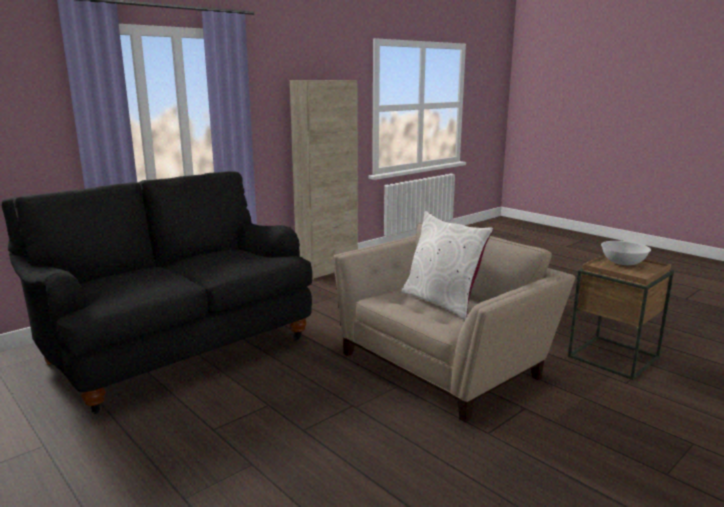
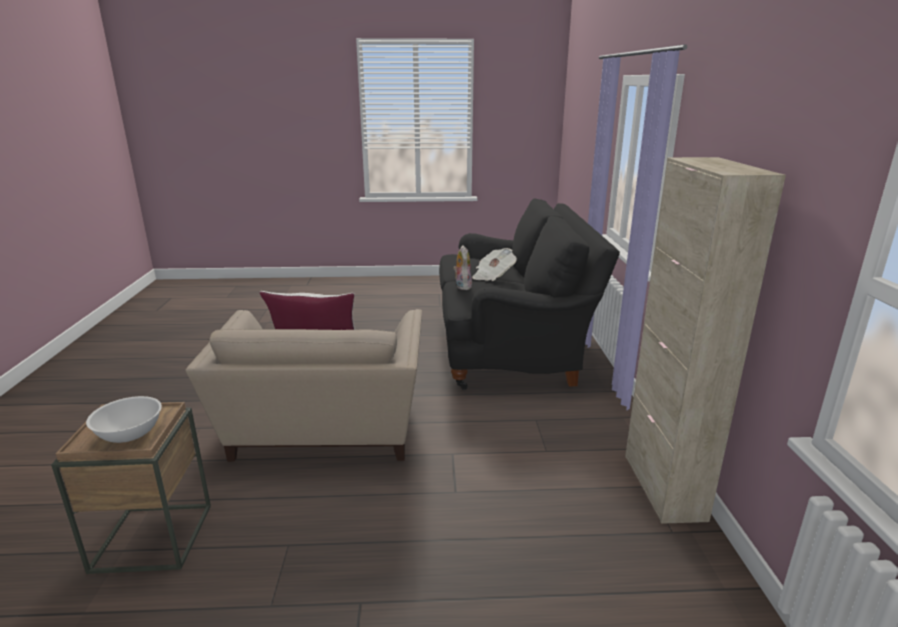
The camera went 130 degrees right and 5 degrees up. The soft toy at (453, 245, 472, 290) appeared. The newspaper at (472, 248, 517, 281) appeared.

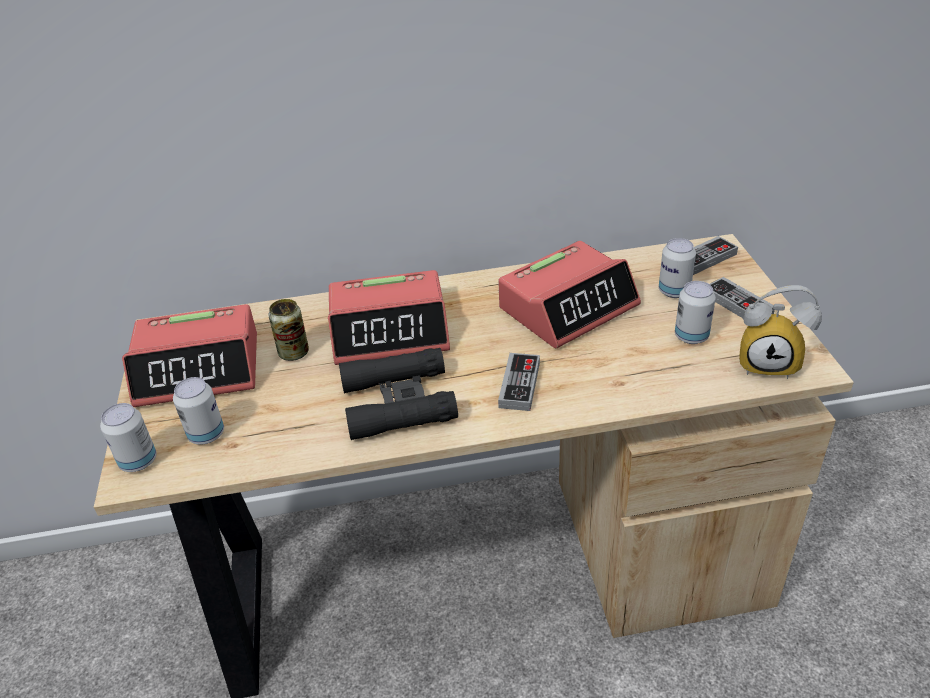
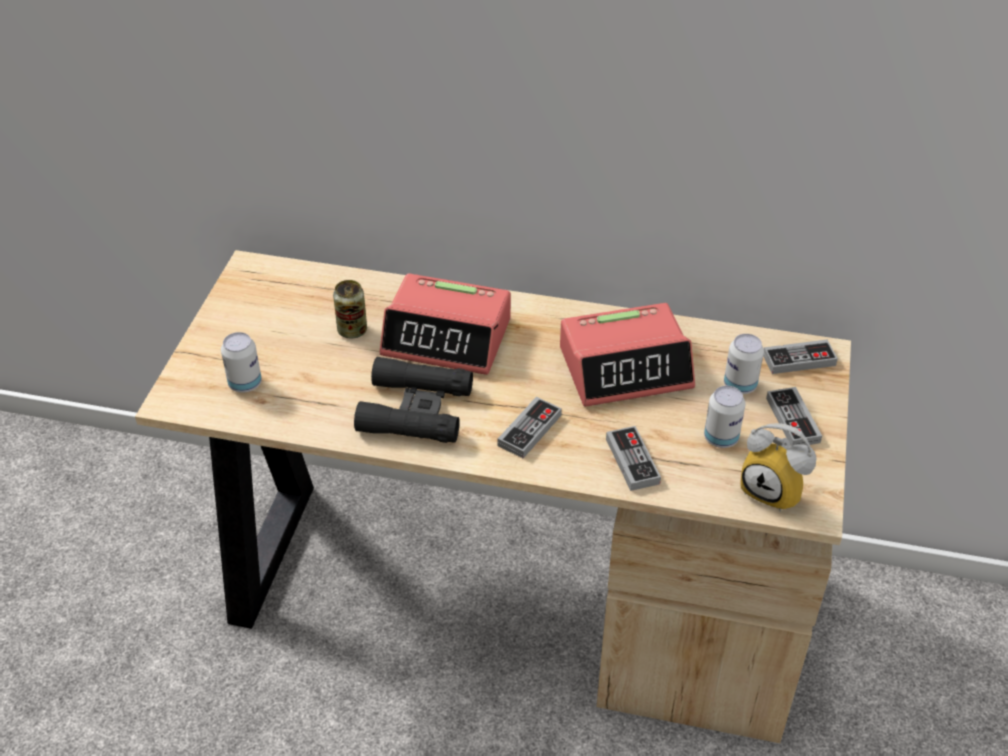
The camera went 20 degrees right and 5 degrees up. The metal can at (100, 403, 156, 472) disappeared. The alarm clock at (122, 304, 257, 407) disappeared. The joypad at (606, 426, 661, 491) appeared.

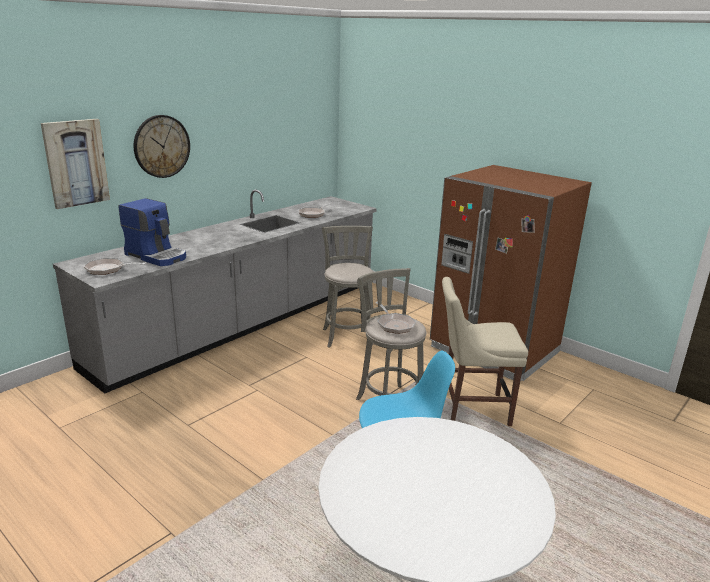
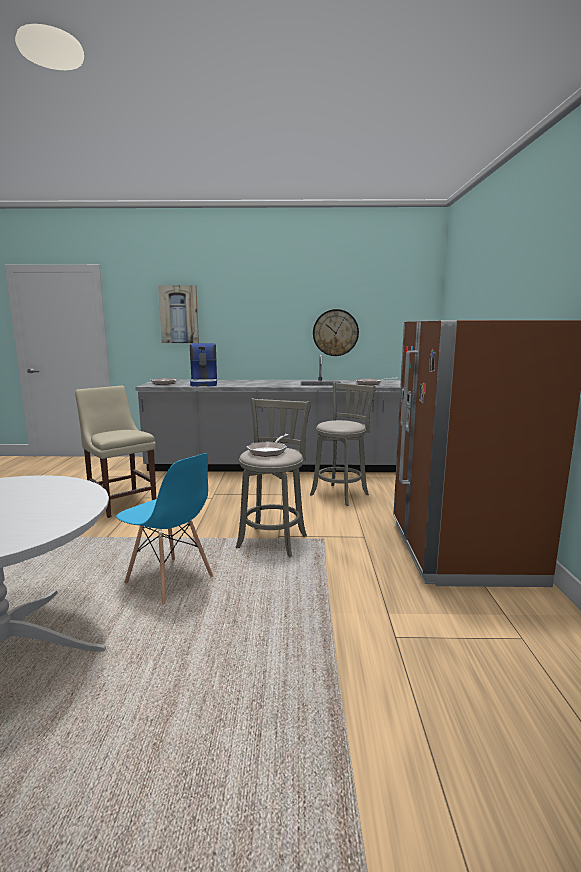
The camera went 50 degrees right and 10 degrees down. The clock on the wall moved from (134, 115, 190, 178) to (313, 309, 359, 356). The beige-coloured chair moved from (442, 277, 528, 426) to (75, 386, 156, 518).

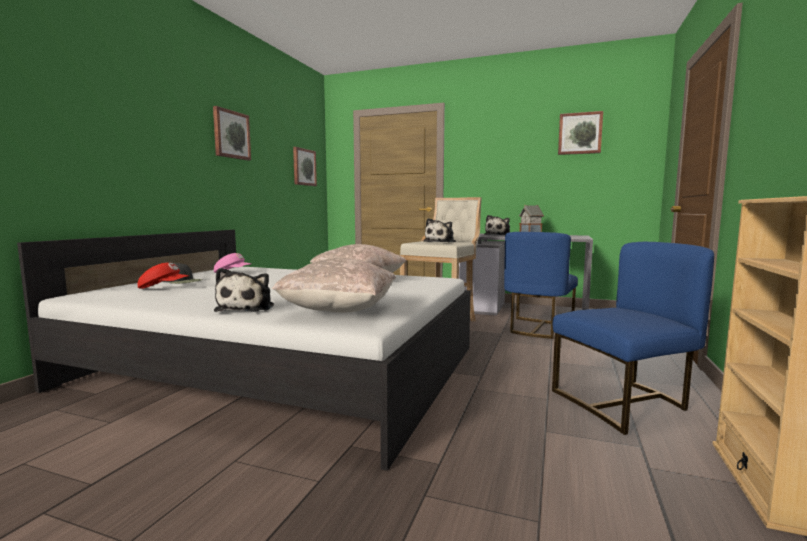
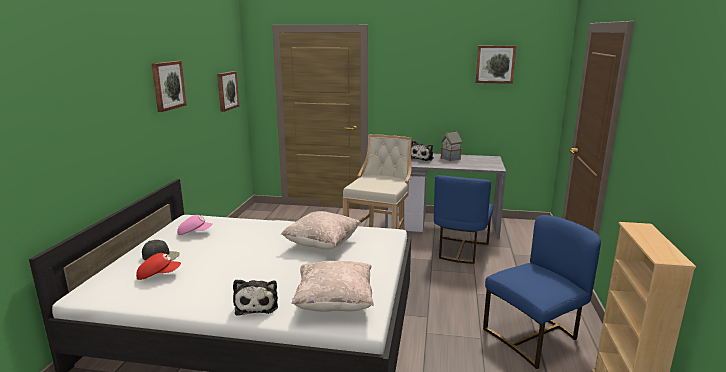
The camera went 10 degrees left and 10 degrees up. The soft toy at (424, 218, 456, 243) disappeared.

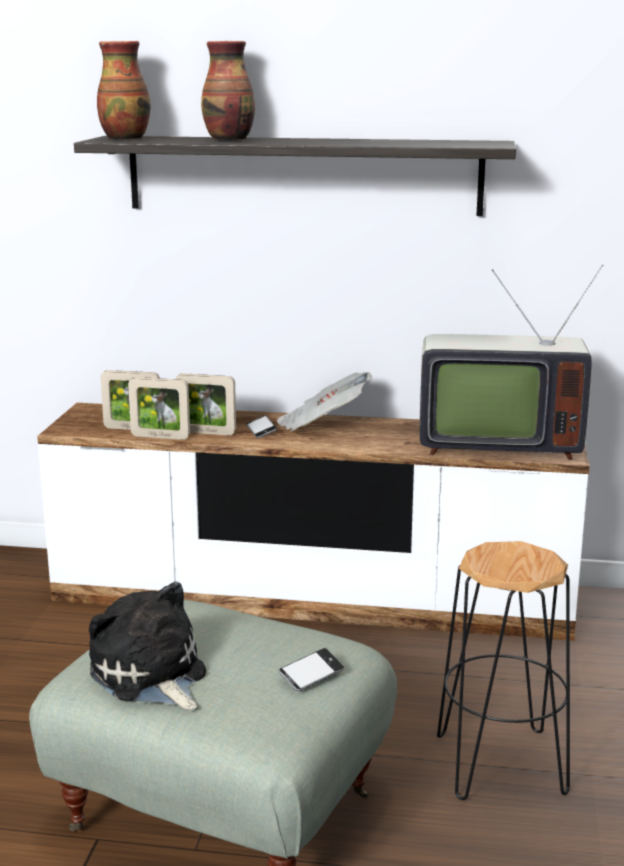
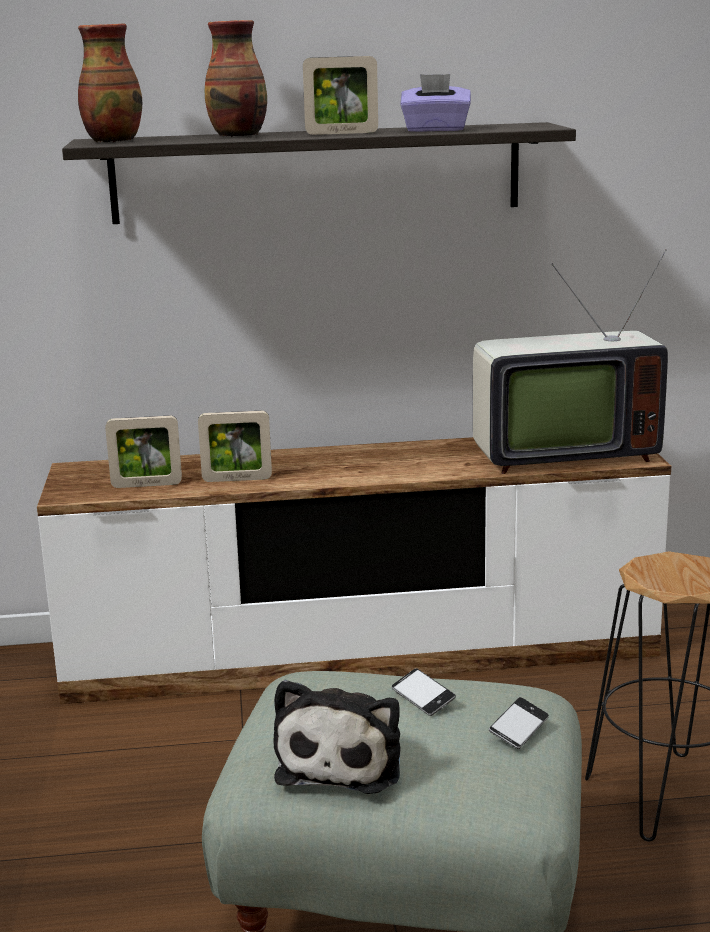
The camera went 15 degrees left and 0 degrees up. The soft toy at (89, 582, 206, 710) turned 120 degrees counterclockwise. The photo frame moved from (128, 377, 190, 440) to (303, 56, 378, 135). The phone moved from (246, 415, 277, 438) to (392, 668, 456, 716). The newspaper at (277, 372, 372, 431) disappeared. The purplish tissue holder at (400, 74, 471, 132) appeared.

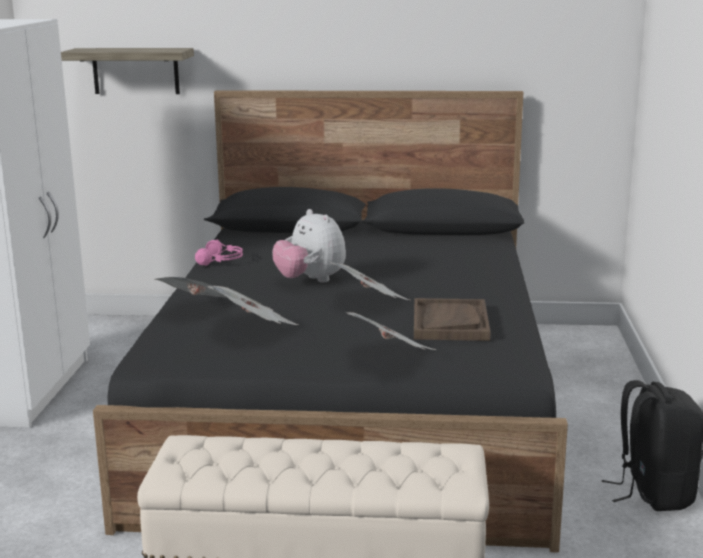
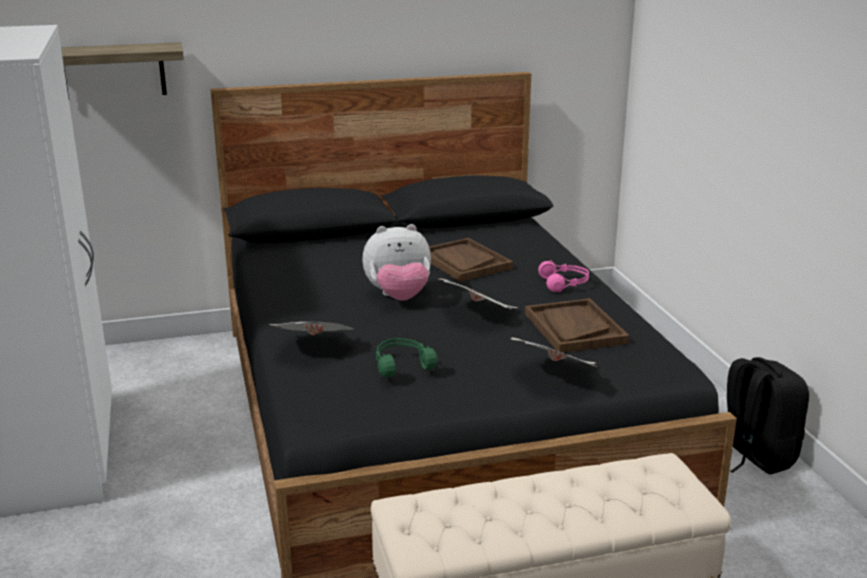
The camera went 20 degrees left and 5 degrees up. The pink headphones moved from (195, 239, 243, 266) to (538, 260, 589, 292). The newspaper at (207, 286, 299, 325) was replaced by the greenish headphones at (376, 338, 438, 377). The soft toy at (272, 209, 346, 282) turned 45 degrees counterclockwise. The brown tray at (429, 238, 513, 282) appeared.

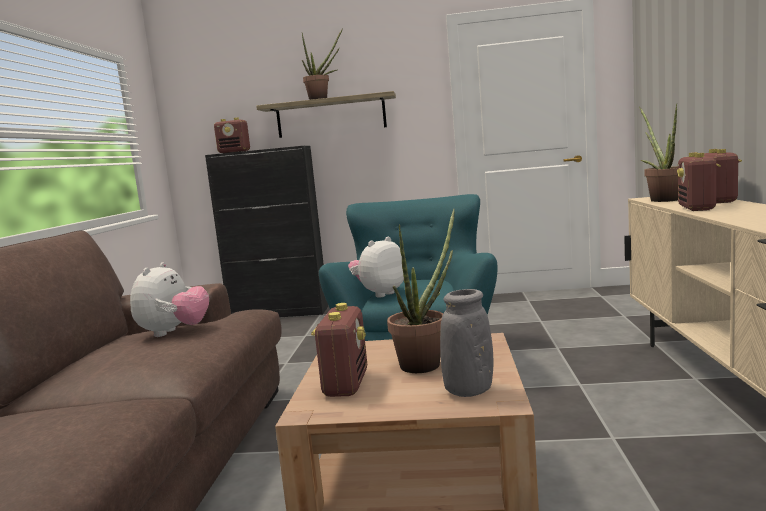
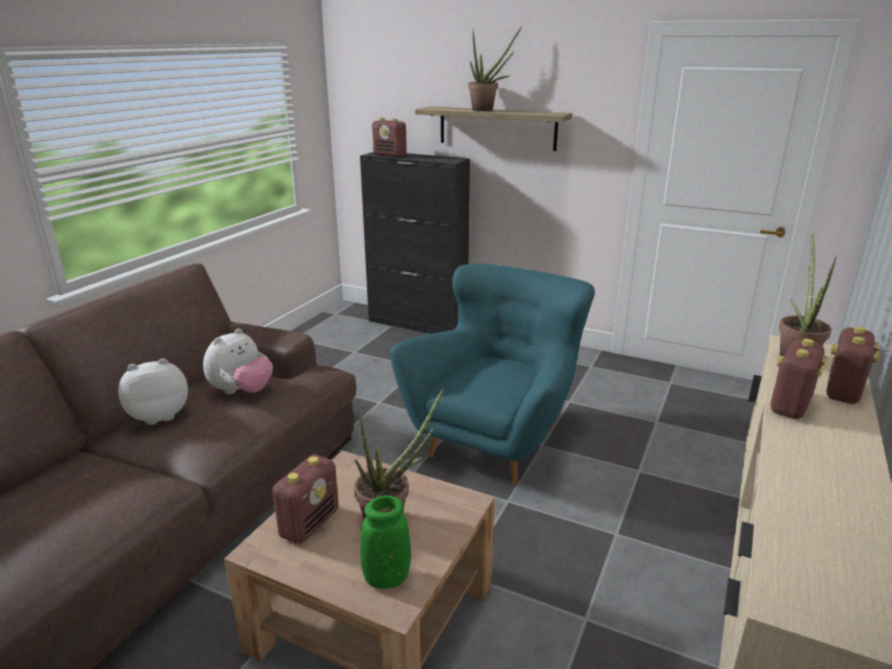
The camera went 20 degrees right and 15 degrees up. The soft toy moved from (348, 237, 404, 298) to (118, 358, 188, 425). The grey flower vase at (440, 289, 494, 397) became the greenish flower vase at (360, 495, 411, 589).

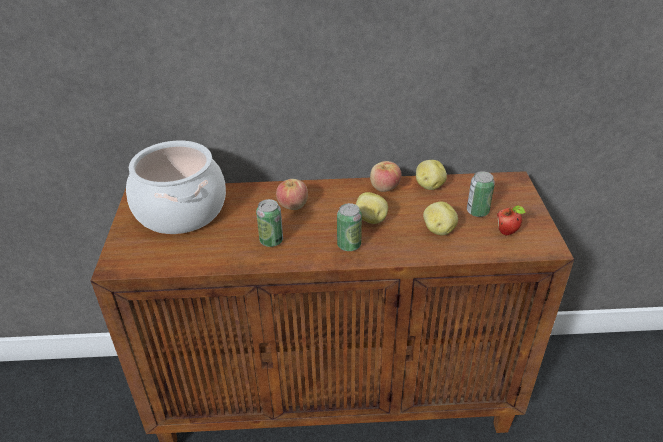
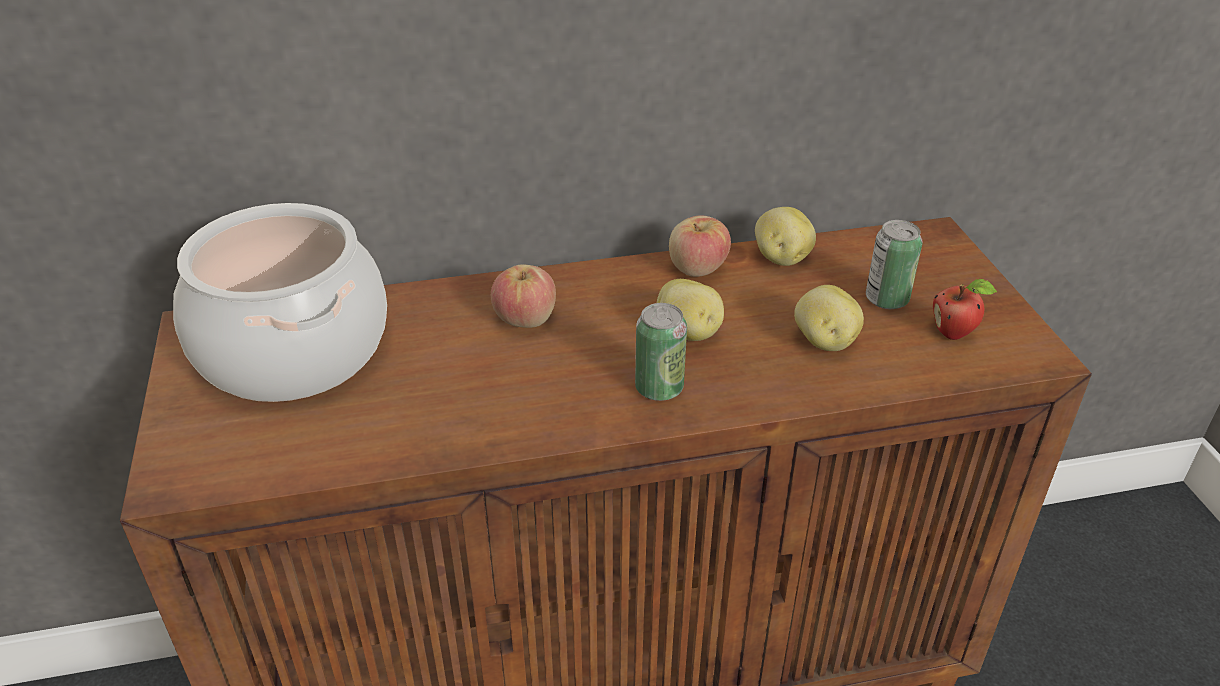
The camera went 10 degrees left and 0 degrees up. The metal can at (256, 199, 283, 247) disappeared.

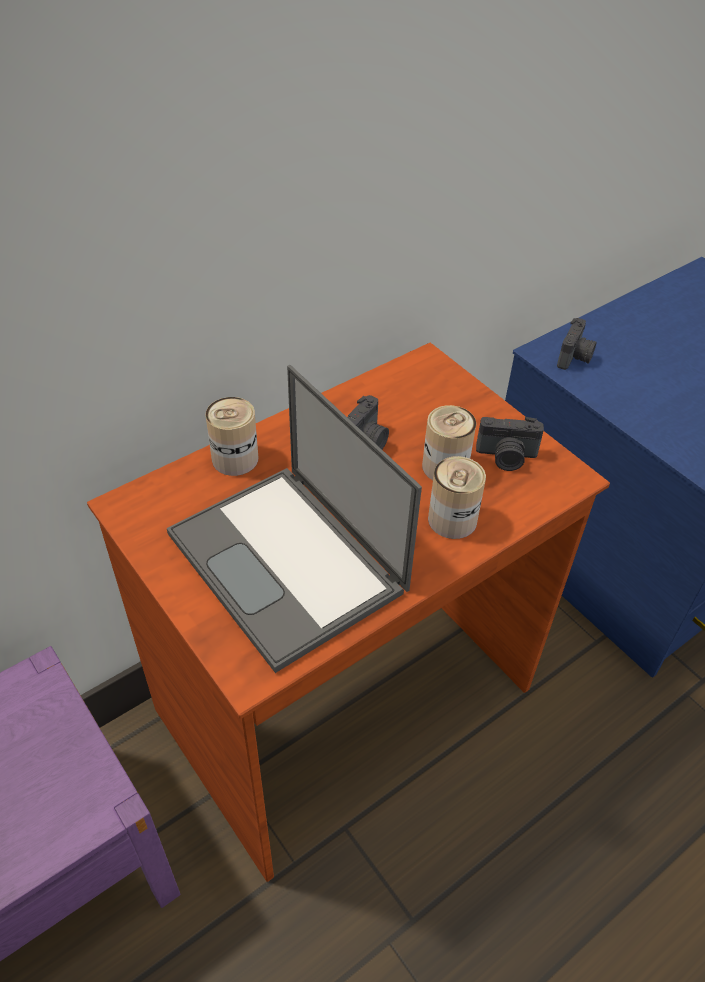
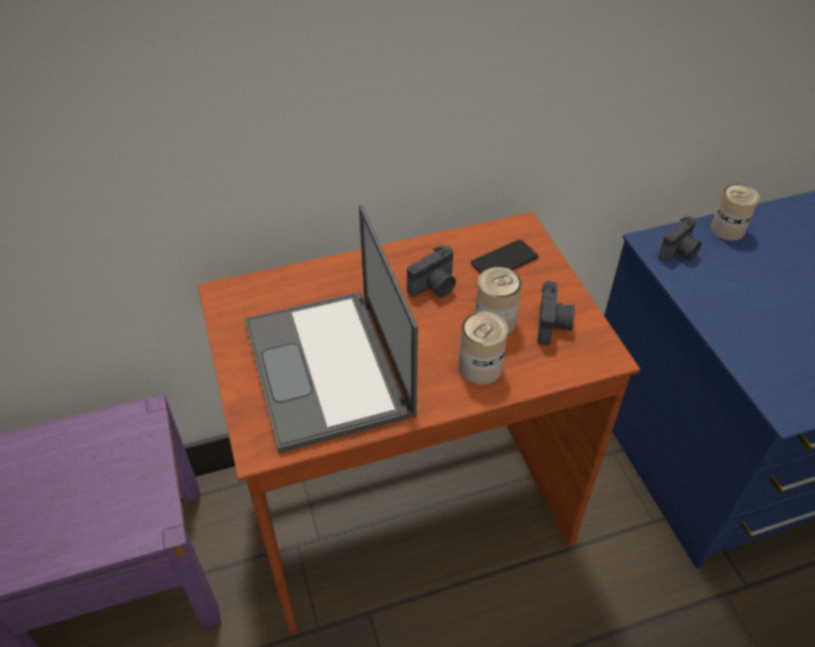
The camera went 20 degrees right and 0 degrees up. The metal can moved from (206, 397, 258, 476) to (711, 184, 759, 241). The photo camera at (476, 417, 544, 471) turned 105 degrees counterclockwise. The phone at (471, 240, 538, 273) appeared.

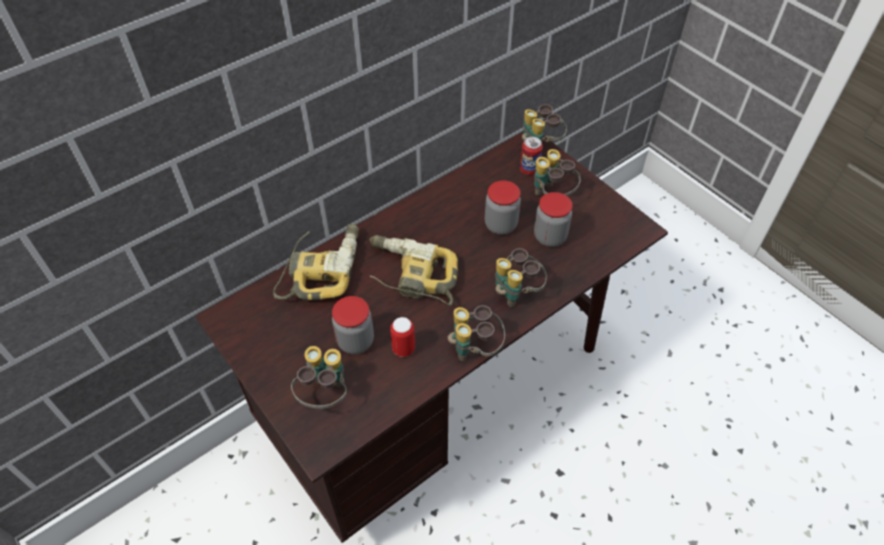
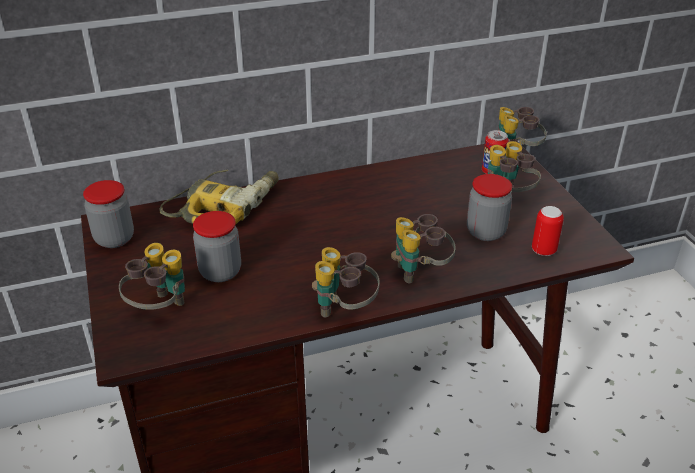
The camera went 20 degrees right and 15 degrees down. The drill at (370, 235, 458, 306) disappeared. The metal can moved from (390, 317, 415, 357) to (532, 206, 564, 256). The preserve jar moved from (485, 180, 521, 235) to (83, 180, 134, 248).

